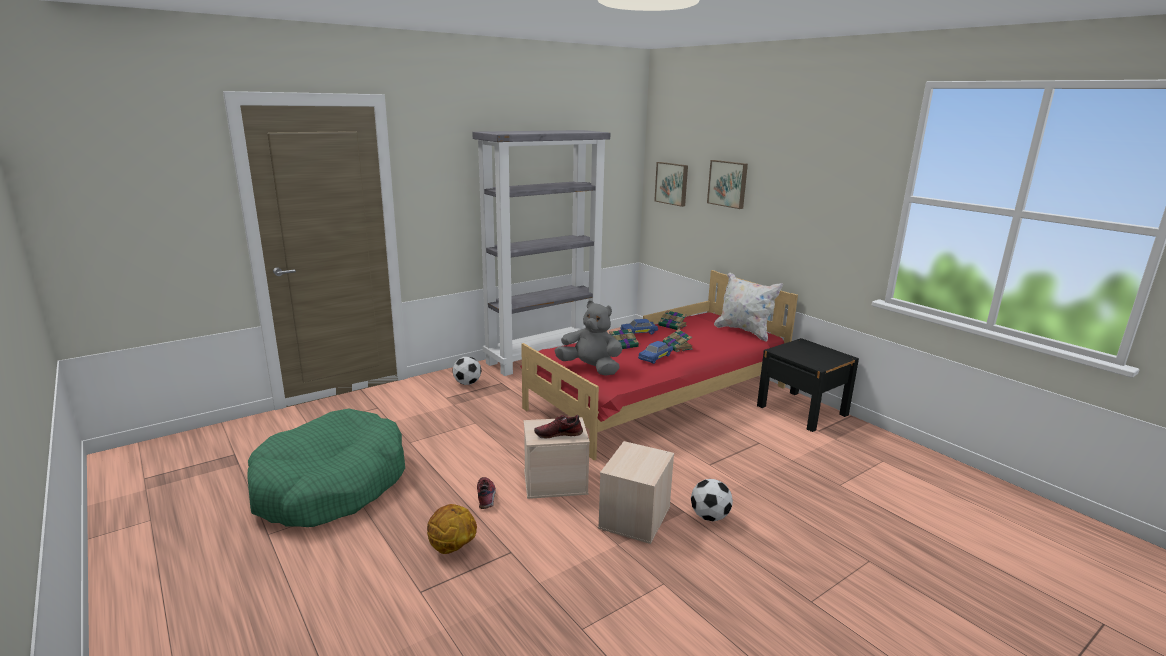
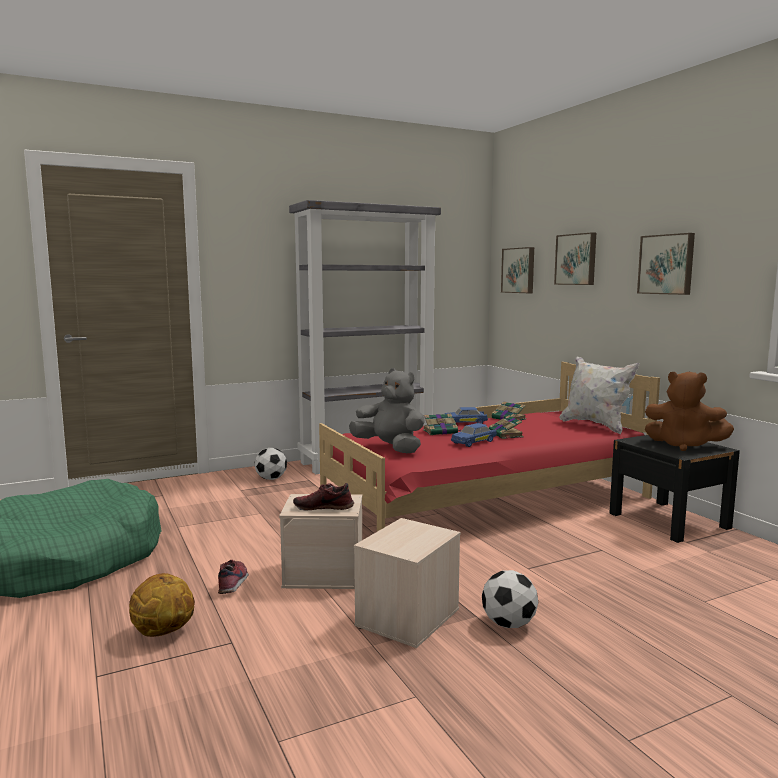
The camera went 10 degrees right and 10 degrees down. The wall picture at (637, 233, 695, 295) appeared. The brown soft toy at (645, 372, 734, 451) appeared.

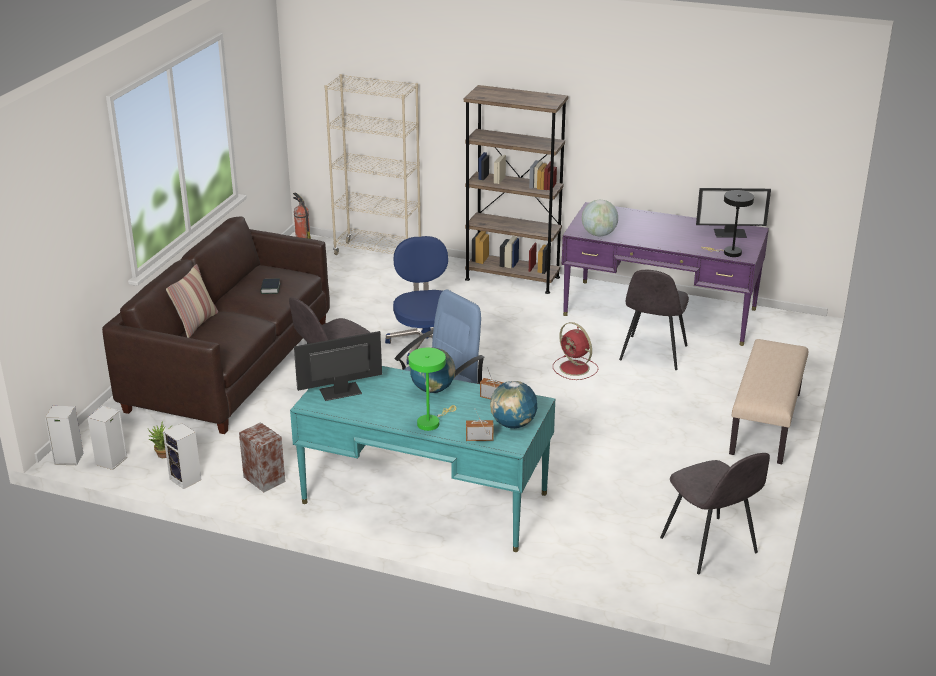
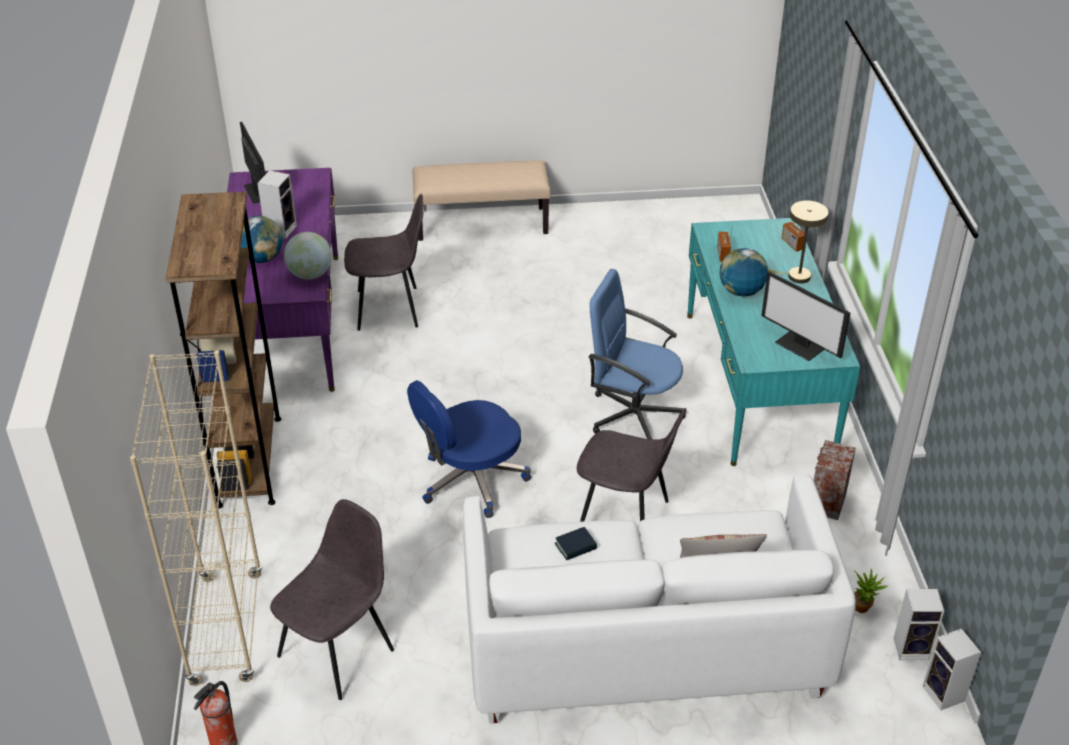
The camera went 115 degrees left and 10 degrees up. The brown couch at (102, 217, 330, 434) became the white-coloured couch at (463, 475, 856, 724). The loudspeaker moved from (163, 423, 202, 489) to (257, 170, 297, 239). The greenish table lamp at (409, 348, 456, 431) became the beige-coloured table lamp at (768, 201, 828, 283). The desk globe moved from (490, 381, 537, 428) to (241, 216, 283, 263). The red fan at (553, 322, 598, 380) disappeared. The grey chair moved from (660, 453, 770, 575) to (270, 499, 394, 700). The black-coloured table lamp at (702, 190, 754, 257) disappeared.

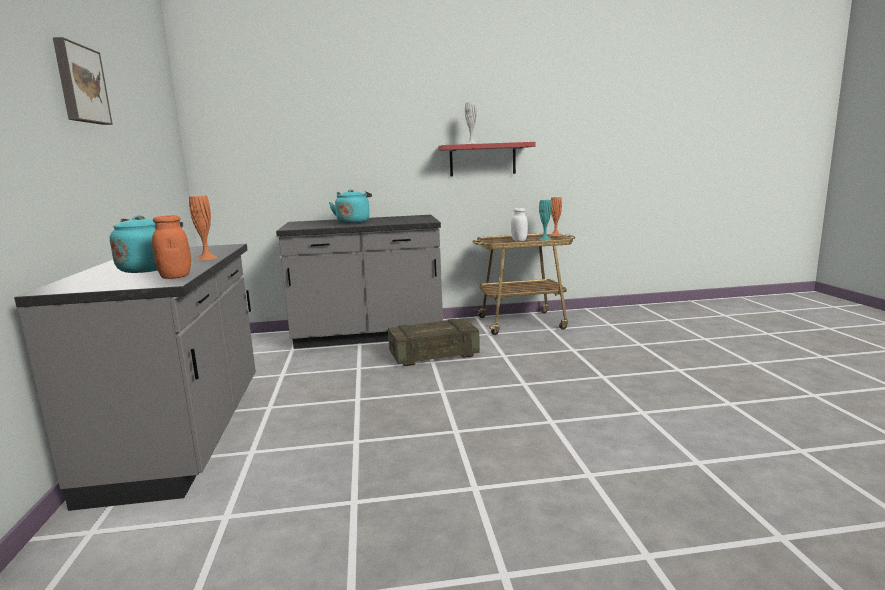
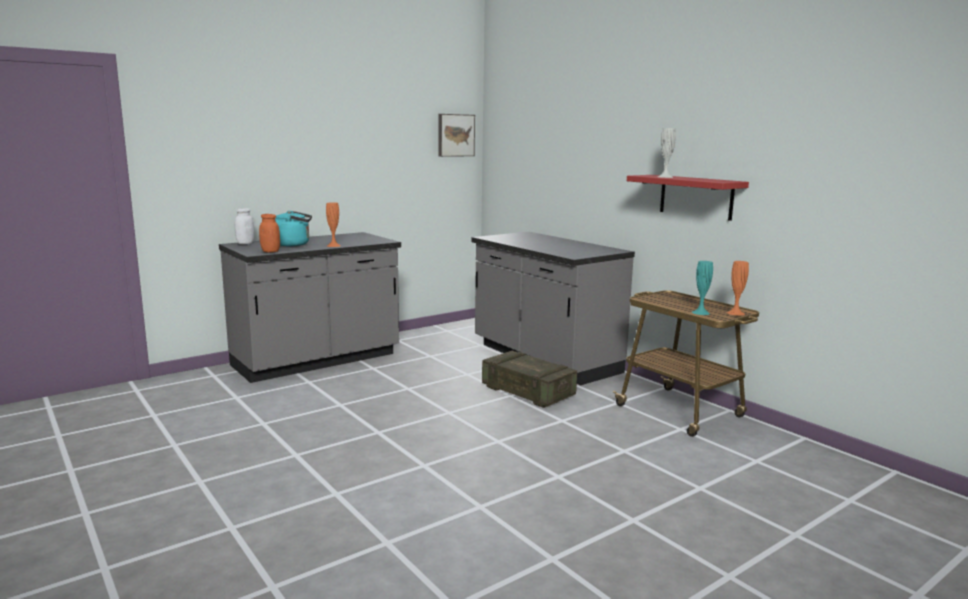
The camera went 60 degrees right and 0 degrees up. The wall picture moved from (53, 37, 113, 125) to (438, 114, 475, 157). The blue-green kettle at (329, 189, 372, 223) disappeared. The white-coloured preserve jar moved from (511, 208, 528, 241) to (235, 208, 255, 244).

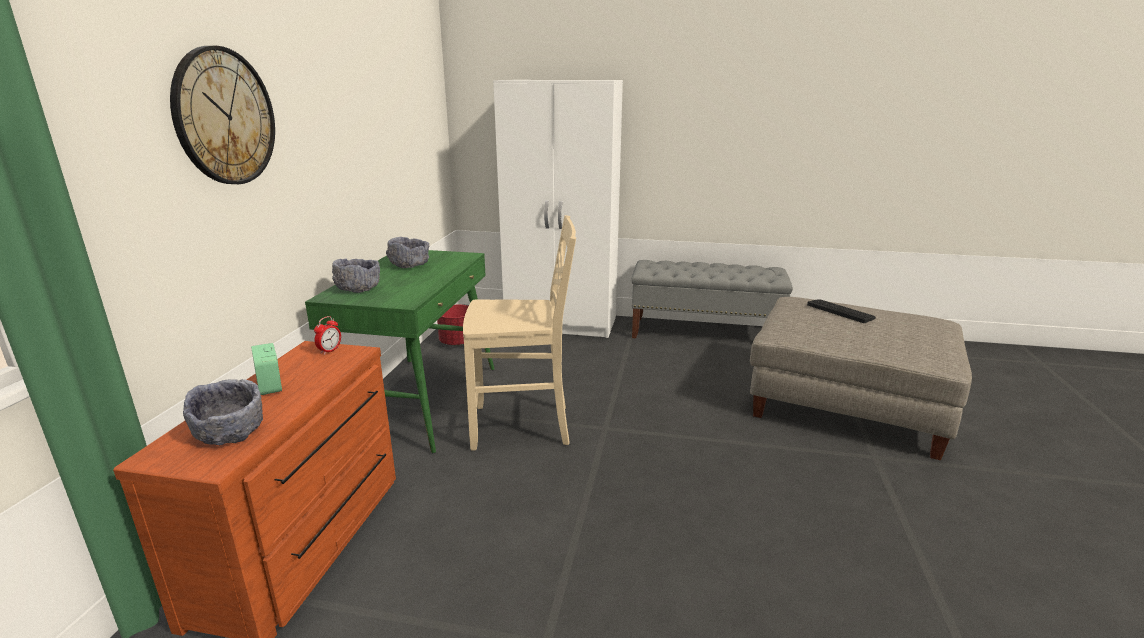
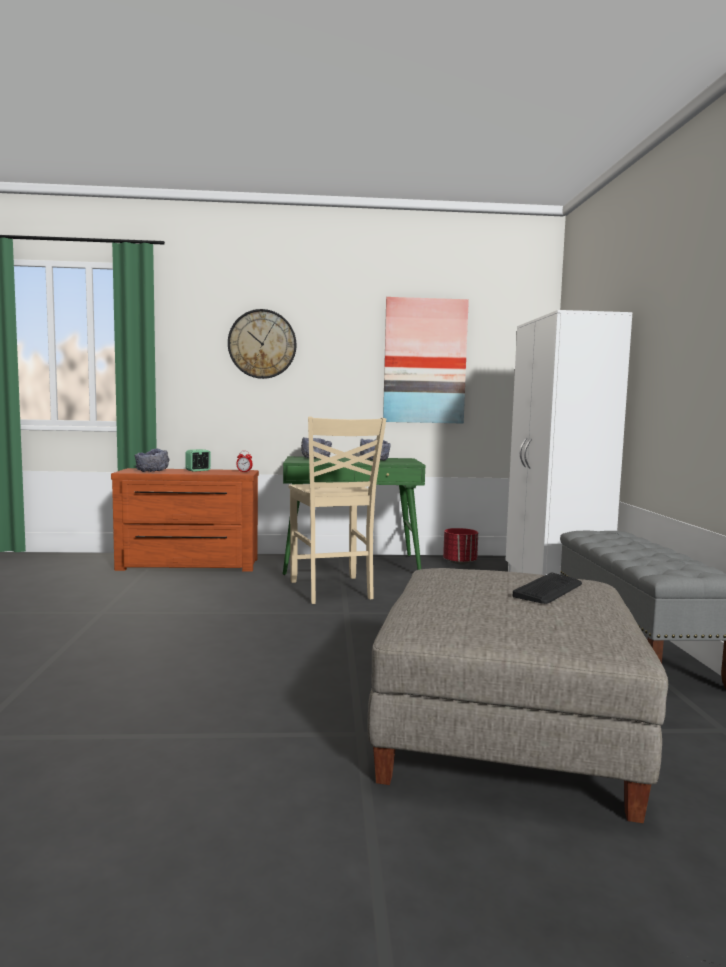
The camera went 75 degrees right and 15 degrees down. The wall picture at (383, 297, 469, 424) appeared.

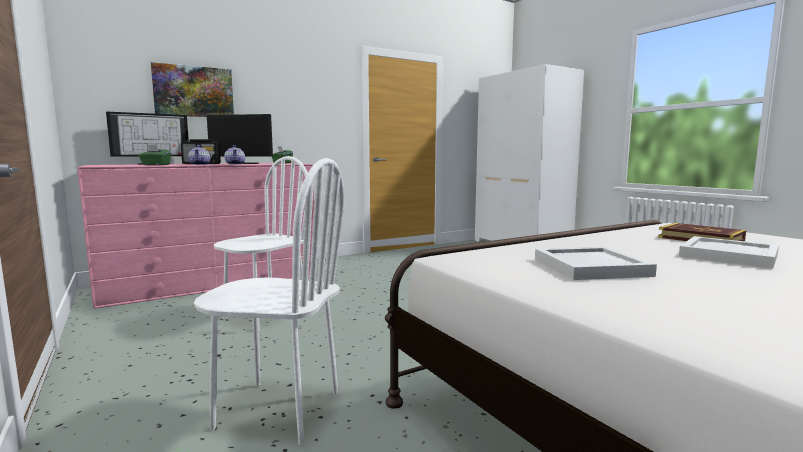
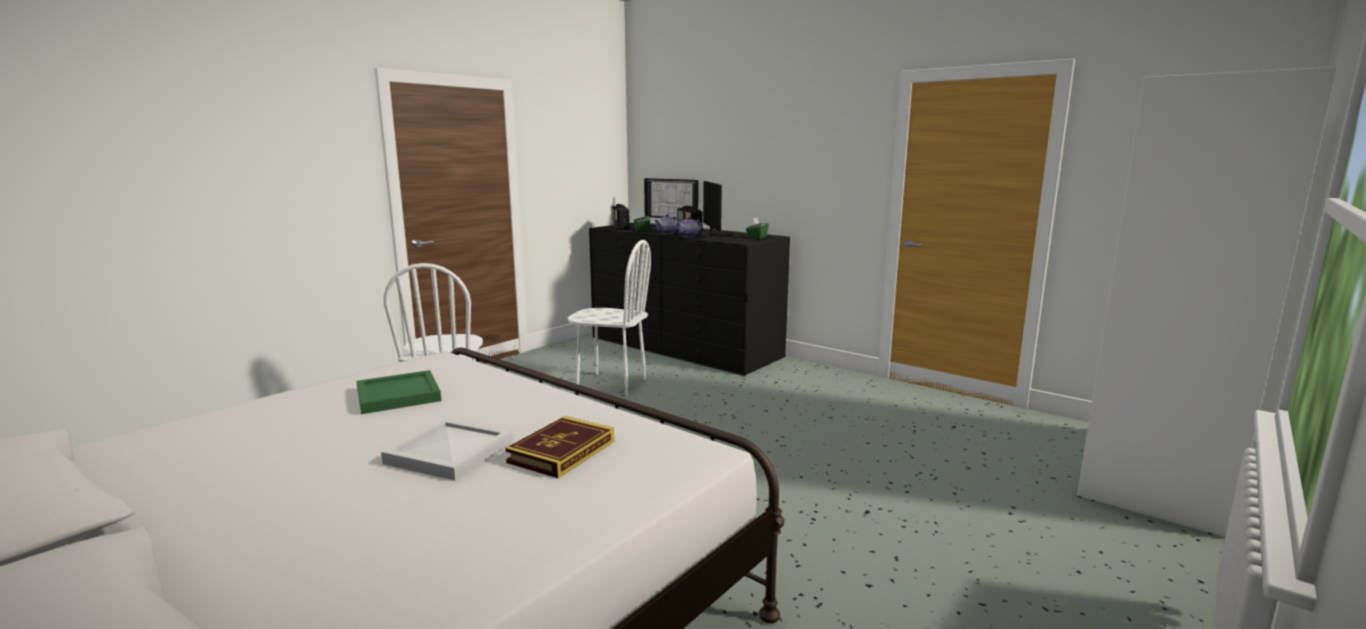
The camera went 70 degrees right and 5 degrees up. The pink chest of drawers at (77, 163, 314, 309) became the black-coloured chest of drawers at (589, 223, 790, 376). The wall picture at (151, 62, 234, 117) disappeared. The white-coloured tray at (535, 247, 657, 280) became the greenish tray at (356, 370, 441, 414). The radio set at (612, 204, 630, 230) appeared.

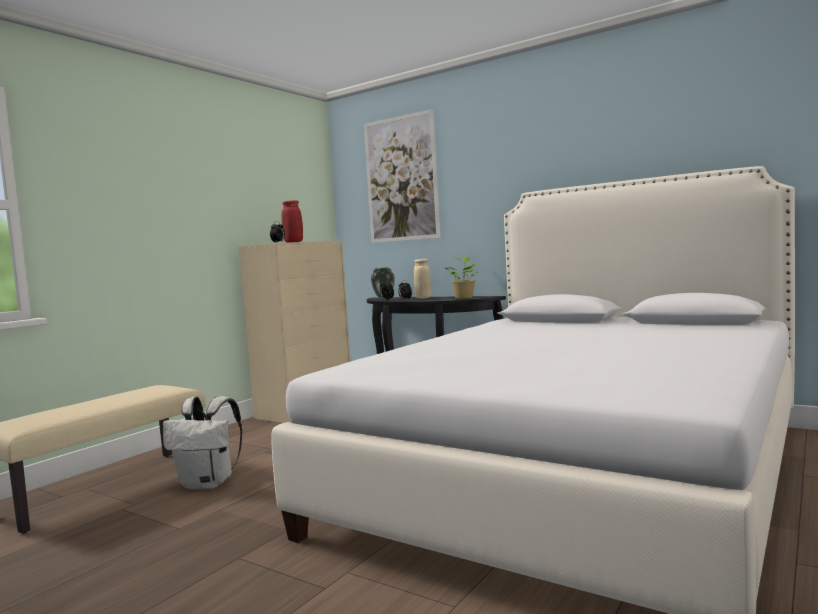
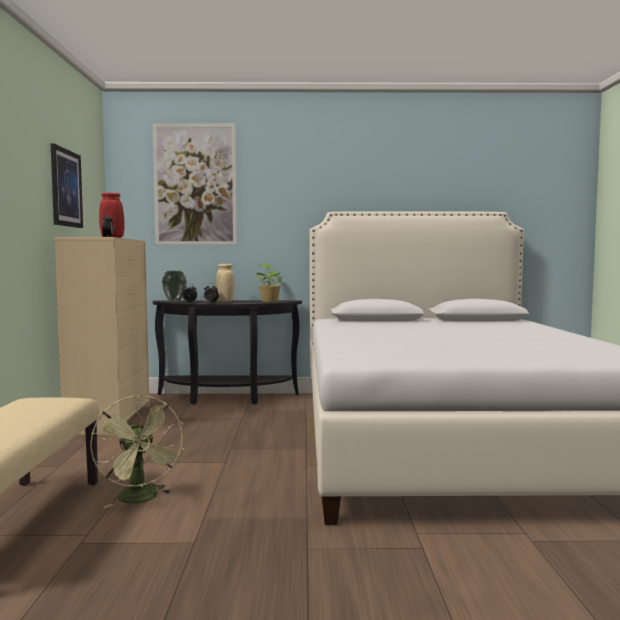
The camera went 35 degrees left and 0 degrees up. The white-coloured rucksack at (163, 396, 242, 489) was replaced by the greenish fan at (90, 395, 184, 508). The wall picture at (51, 144, 83, 228) appeared.

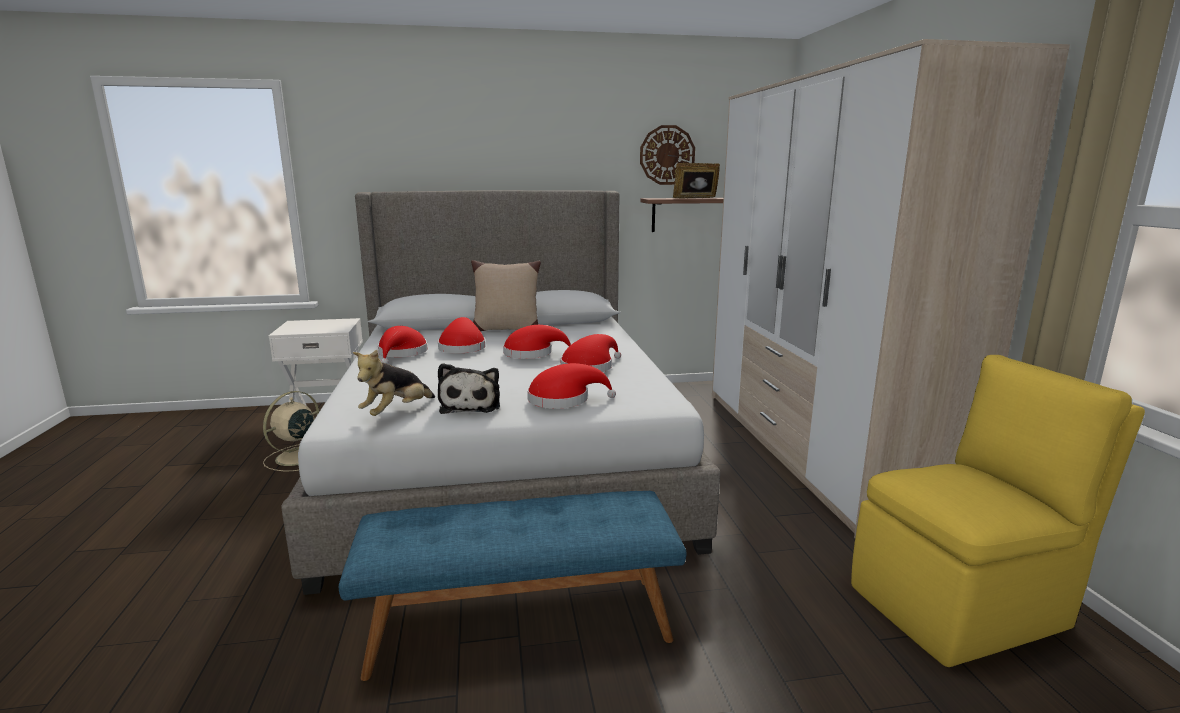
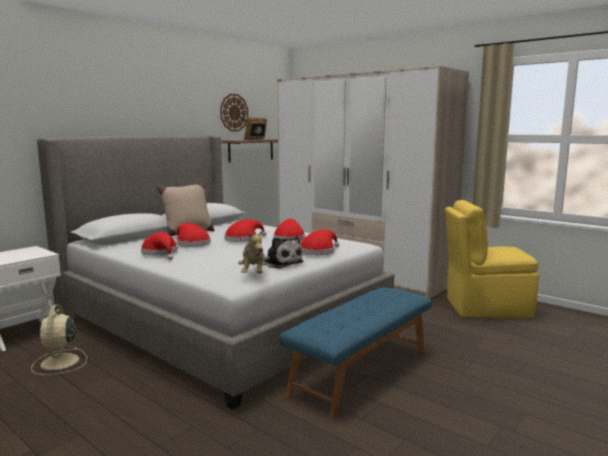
The camera went 40 degrees left and 5 degrees down. The yellow-coloured chair at (851, 355, 1145, 667) turned 120 degrees counterclockwise.

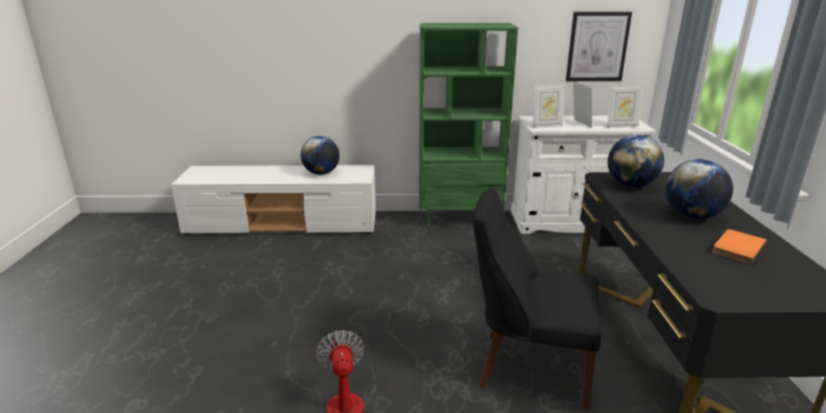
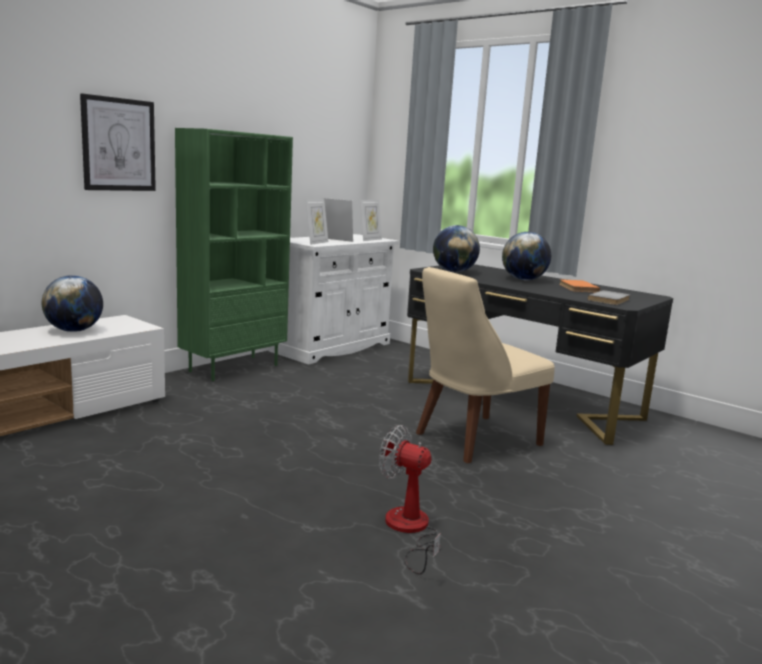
The camera went 50 degrees left and 10 degrees down. The black-coloured chair at (473, 188, 602, 410) became the beige-coloured chair at (416, 267, 555, 463). The wall picture moved from (566, 12, 632, 81) to (80, 93, 156, 191). The grey bound book at (587, 290, 630, 305) appeared.

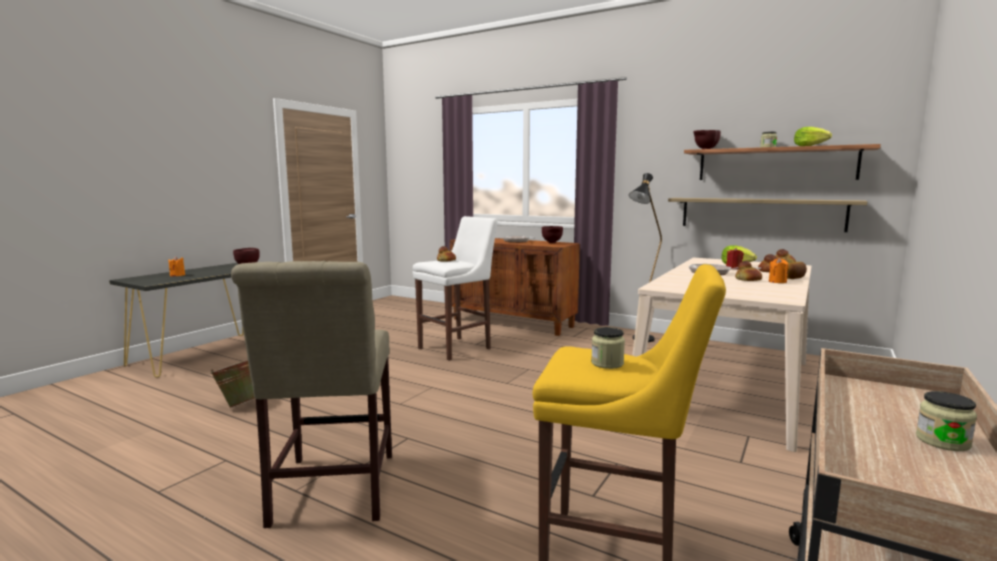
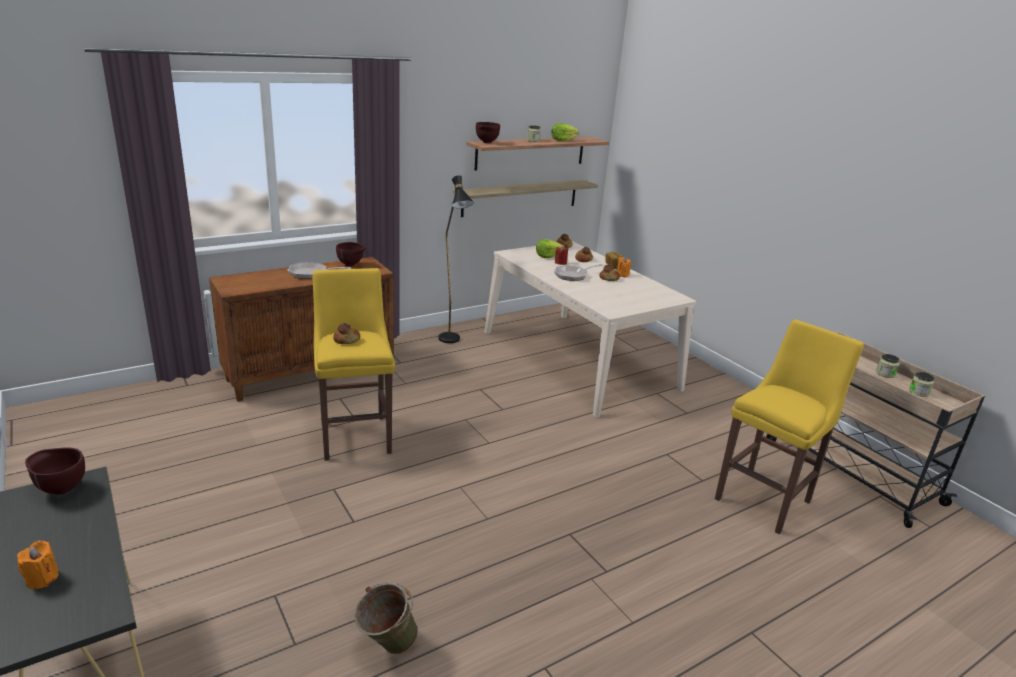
The camera went 65 degrees left and 15 degrees up. The beige-coloured chair at (231, 261, 392, 528) disappeared. The white-coloured sitting stool at (413, 216, 497, 361) became the yellow-coloured sitting stool at (313, 268, 395, 461). The preserve jar moved from (591, 327, 625, 369) to (909, 372, 935, 397).

